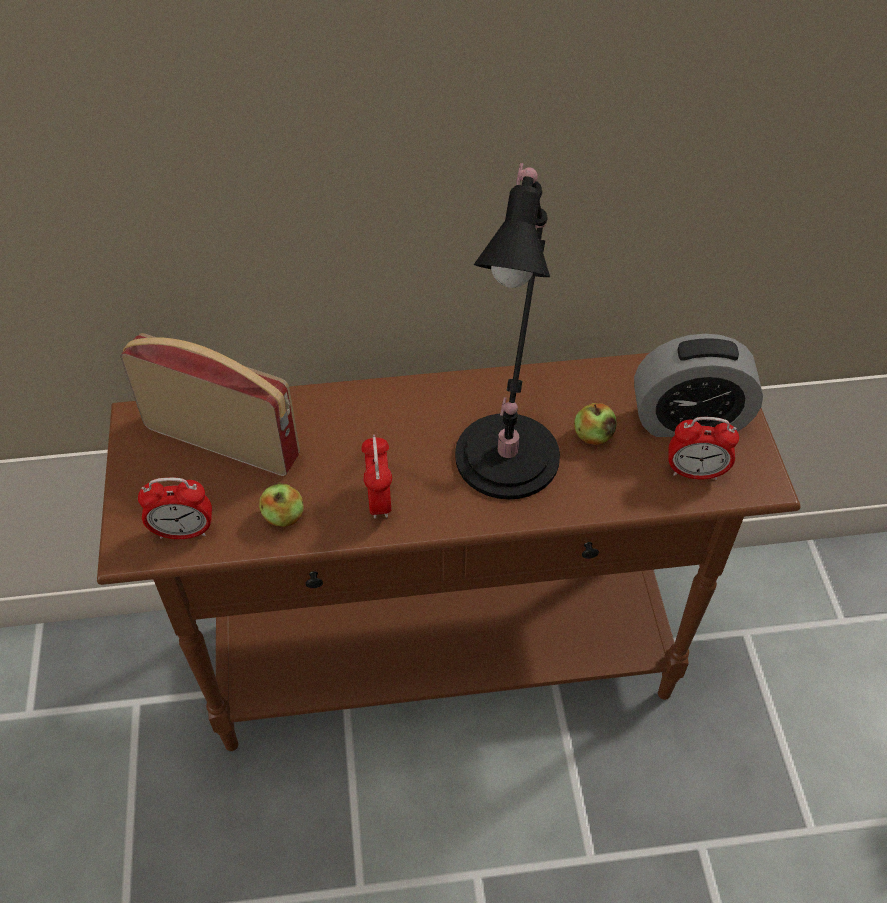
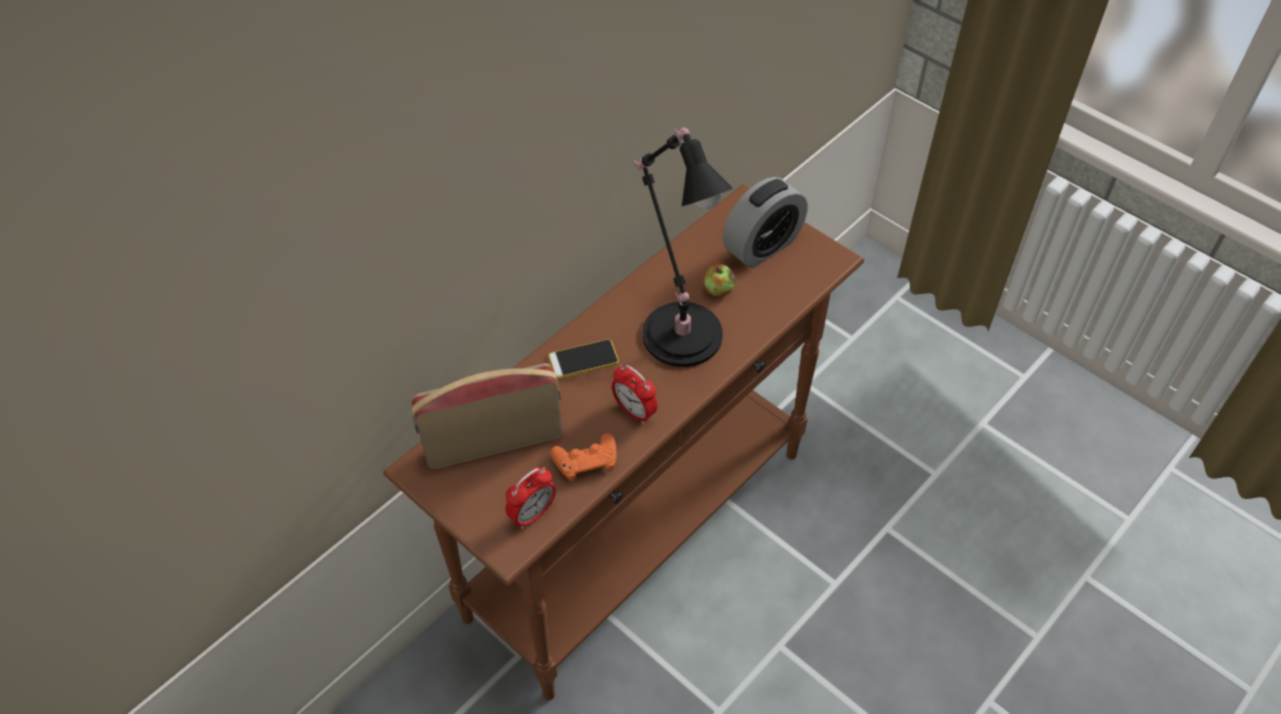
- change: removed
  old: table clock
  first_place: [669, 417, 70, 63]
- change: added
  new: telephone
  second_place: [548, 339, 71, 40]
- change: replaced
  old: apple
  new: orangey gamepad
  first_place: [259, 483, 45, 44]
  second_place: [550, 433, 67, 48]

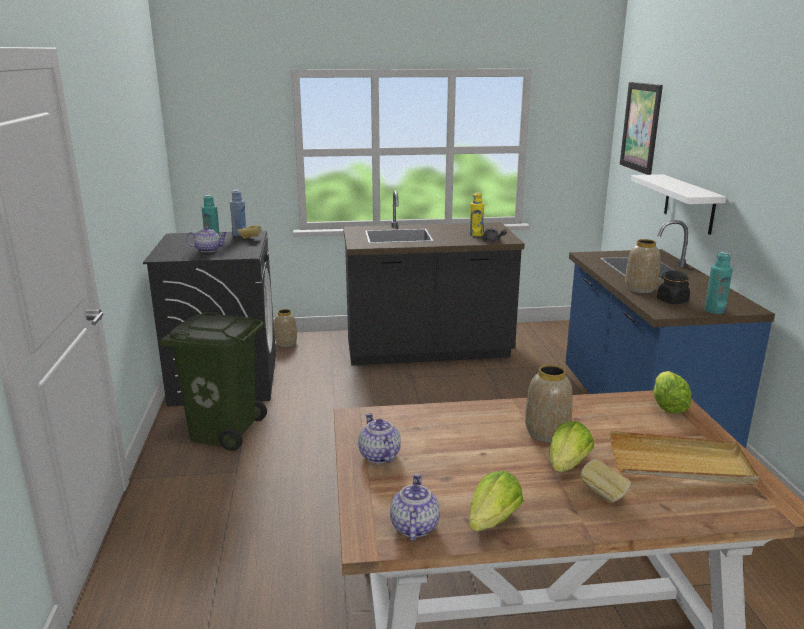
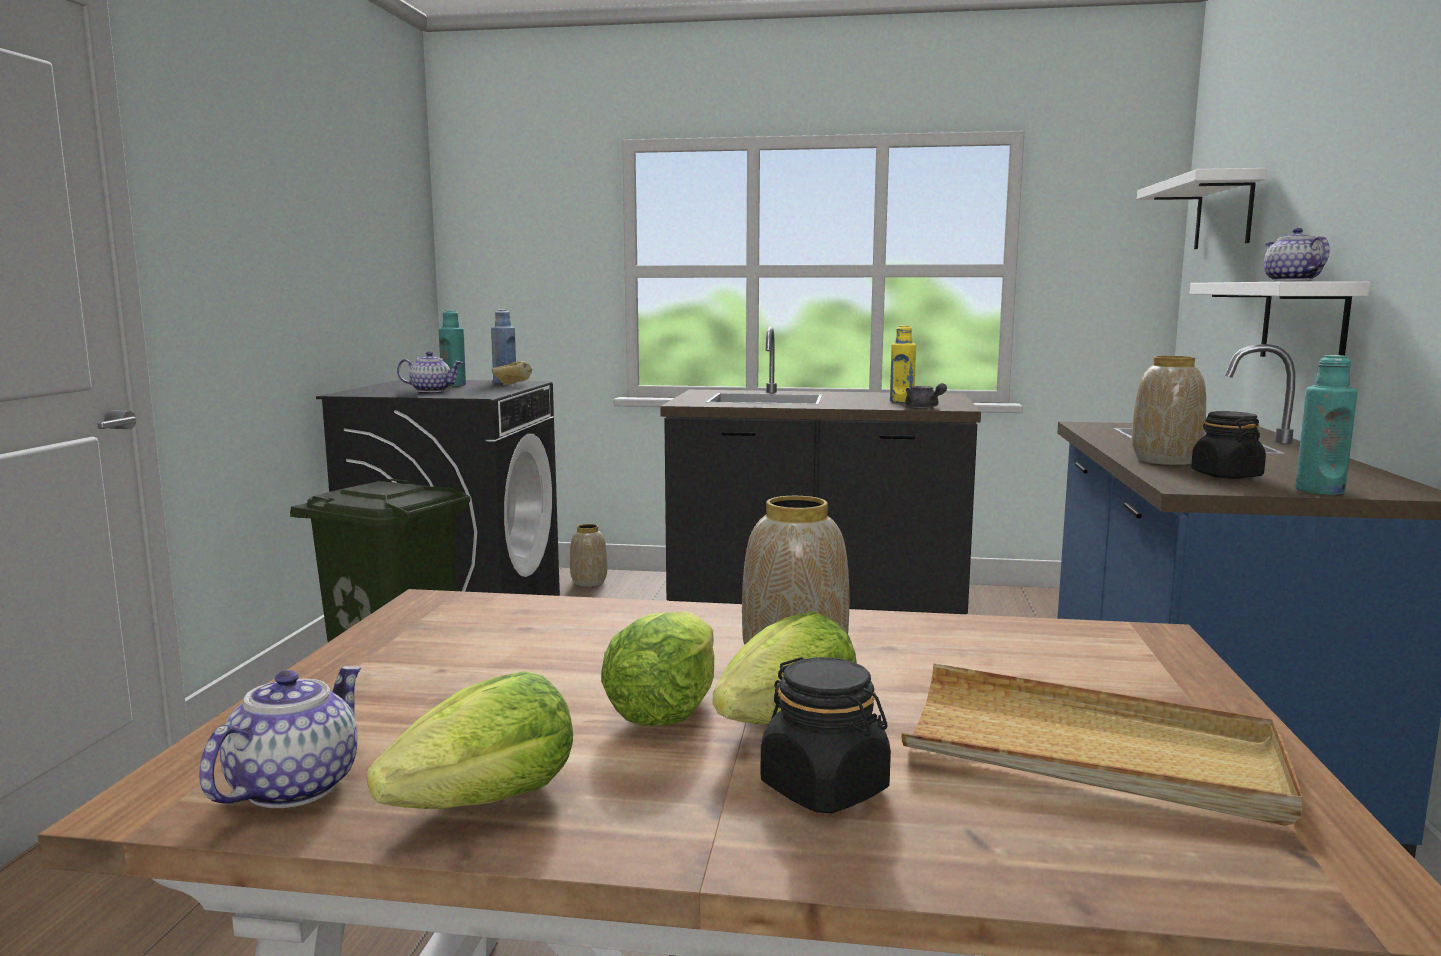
- change: moved
  old: teapot
  first_place: [358, 413, 43, 50]
  second_place: [1264, 228, 66, 53]
- change: moved
  old: lettuce
  first_place: [654, 371, 38, 43]
  second_place: [601, 611, 113, 115]
- change: replaced
  old: bakery bread
  new: blackish storage jar
  first_place: [580, 458, 51, 45]
  second_place: [761, 657, 130, 157]
- change: replaced
  old: picture
  new: white-coloured wall shelf
  first_place: [620, 82, 43, 93]
  second_place: [1137, 168, 130, 81]

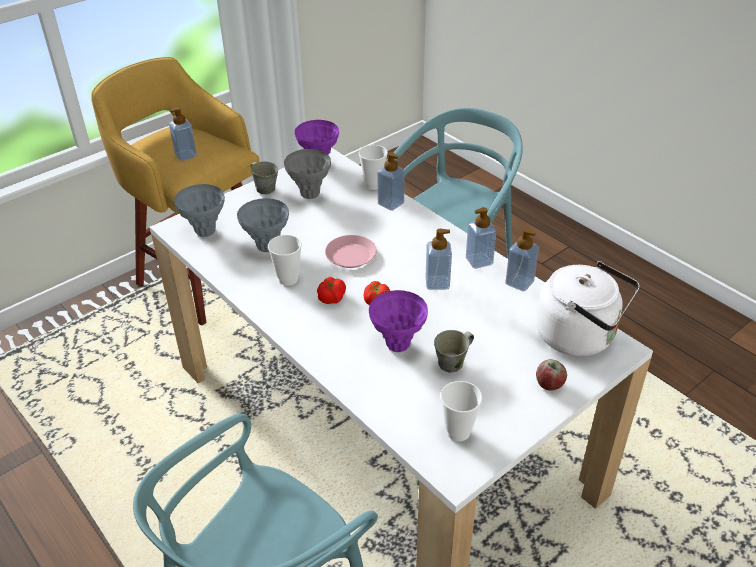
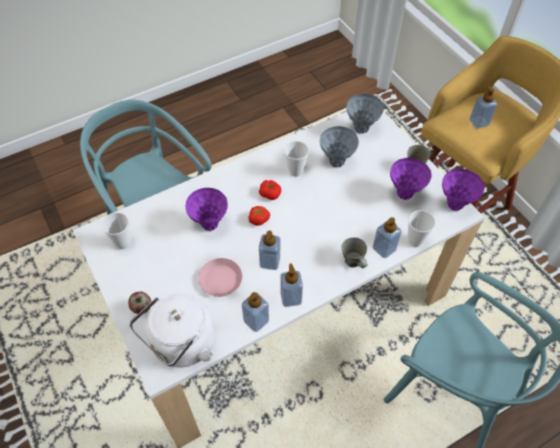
- change: moved
  old: pinkish plate
  first_place: [325, 235, 52, 33]
  second_place: [198, 258, 44, 39]
- change: moved
  old: grey coffee mug
  first_place: [434, 330, 40, 43]
  second_place: [342, 237, 25, 31]
- change: recoloured
  old: grey vase
  new: purple vase
  first_place: [284, 149, 47, 50]
  second_place: [390, 158, 41, 42]

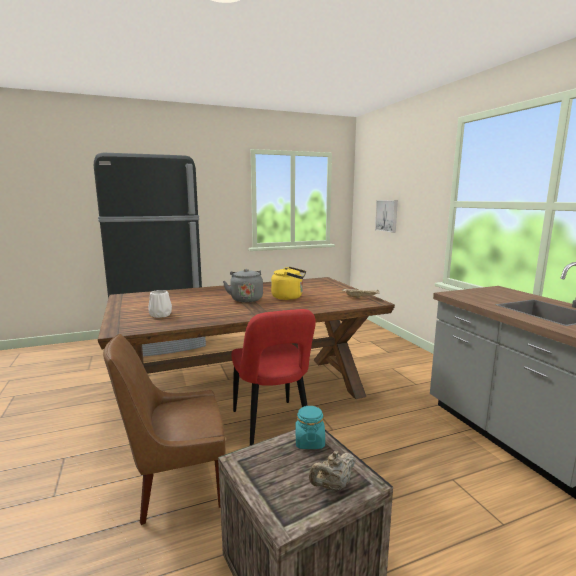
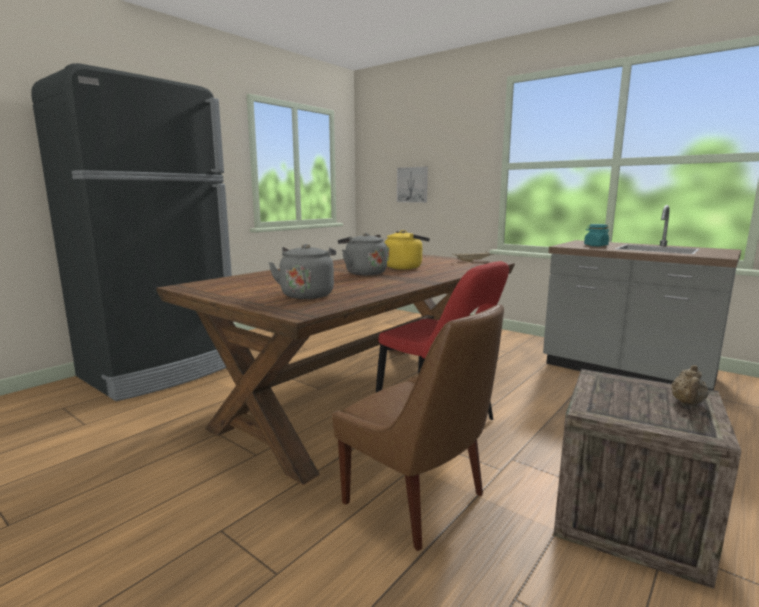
- change: moved
  old: blue-green storage jar
  first_place: [296, 406, 29, 43]
  second_place: [584, 224, 25, 22]
- change: replaced
  old: white-coloured vase
  new: grey tea kettle
  first_place: [148, 290, 24, 28]
  second_place: [268, 244, 68, 55]
- change: turned
  old: brownish upright chair
  first_place: [103, 334, 122, 191]
  second_place: [332, 304, 172, 247]
  degrees: -90

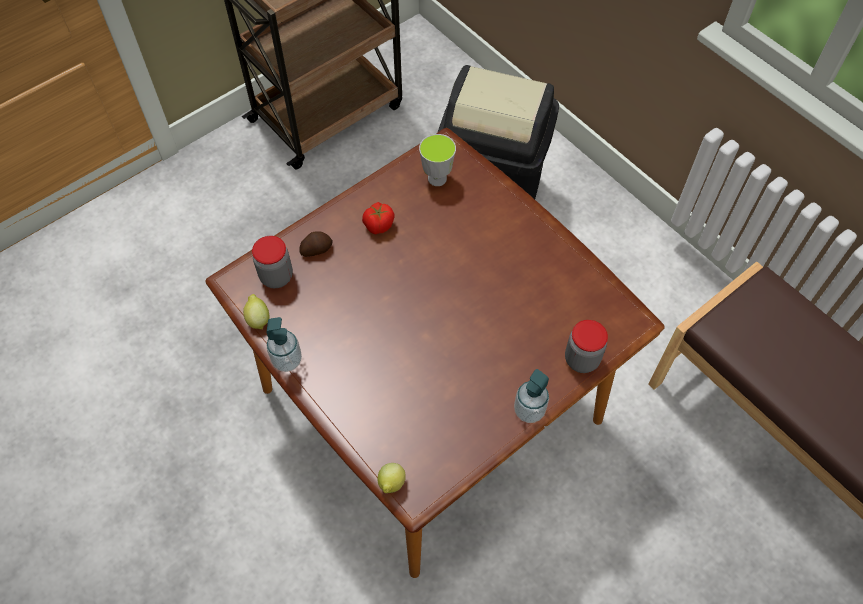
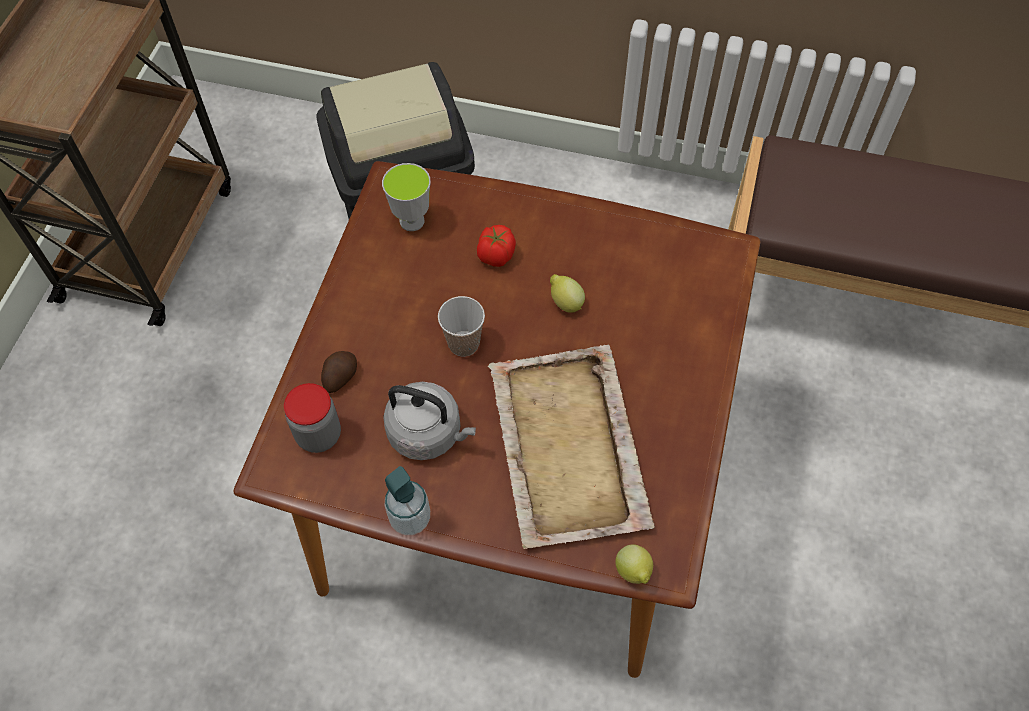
- change: removed
  old: soap dispenser
  first_place: [514, 369, 35, 54]
- change: removed
  old: storage jar
  first_place: [565, 320, 43, 53]
- change: added
  new: grey tea kettle
  second_place: [383, 382, 93, 78]
- change: added
  new: small cup
  second_place: [438, 296, 47, 61]
- change: added
  new: sand-coloured serving tray
  second_place: [488, 345, 167, 204]
- change: moved
  old: whole lemon
  first_place: [243, 294, 26, 36]
  second_place: [550, 274, 35, 39]
- change: moved
  old: whole tomato
  first_place: [362, 202, 33, 32]
  second_place: [477, 225, 39, 42]

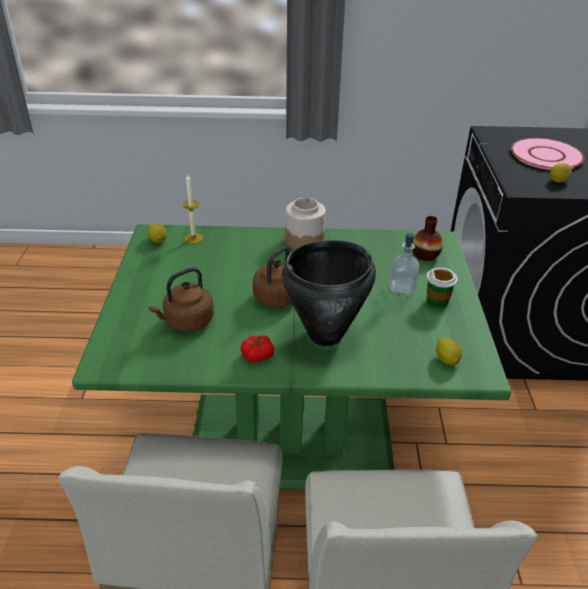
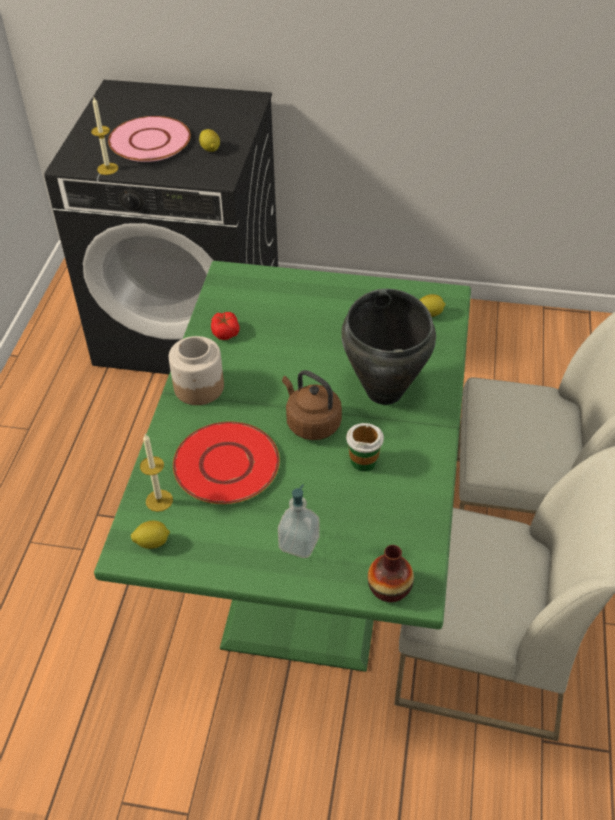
- change: removed
  old: brownish tea kettle
  first_place: [149, 267, 65, 65]
- change: added
  new: wax light
  second_place: [91, 97, 27, 78]
- change: added
  new: red-coloured plate
  second_place: [173, 421, 107, 83]
- change: moved
  old: whole tomato
  first_place: [241, 335, 33, 28]
  second_place: [211, 312, 28, 28]
- change: moved
  old: soap dispenser
  first_place: [389, 233, 32, 61]
  second_place: [278, 484, 42, 74]
- change: moved
  old: vase
  first_place: [412, 216, 31, 45]
  second_place: [368, 545, 46, 57]
- change: moved
  old: small cup
  first_place: [427, 267, 31, 41]
  second_place: [346, 423, 38, 49]

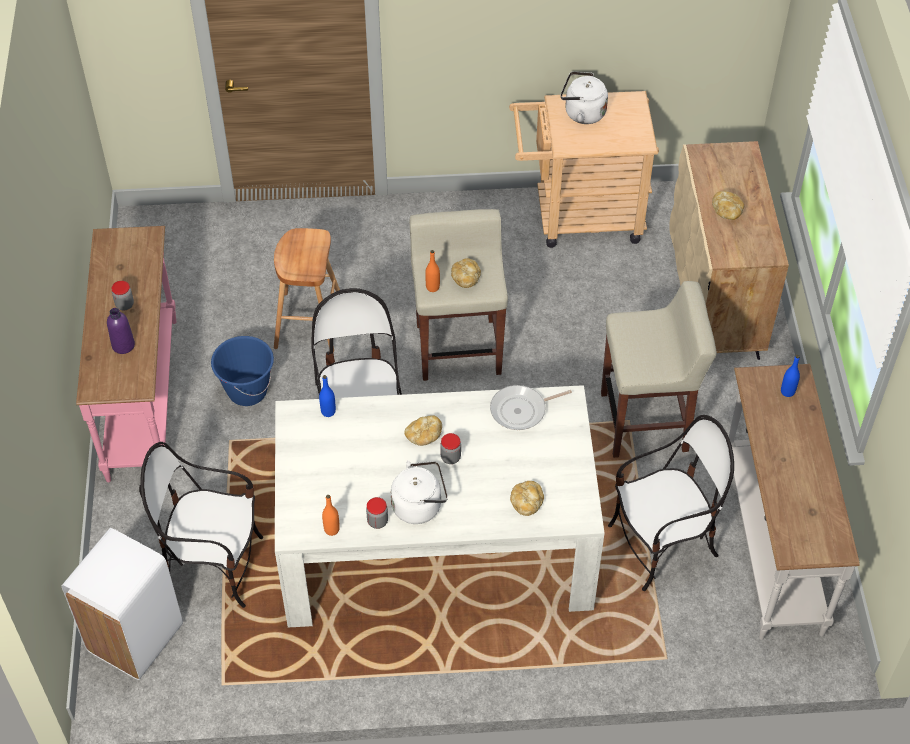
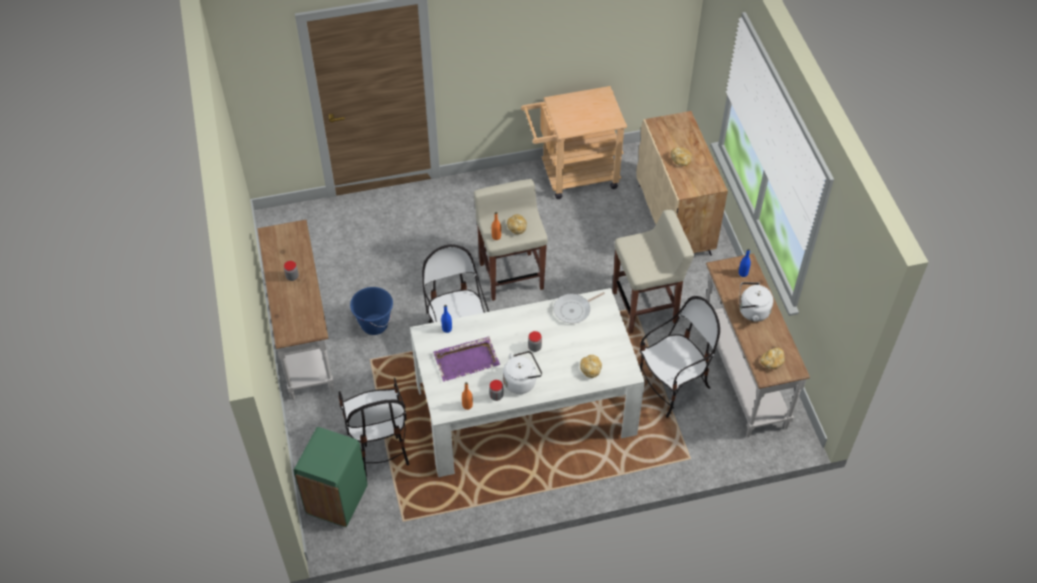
- change: removed
  old: purple bottle
  first_place: [107, 308, 28, 46]
- change: removed
  old: brownish stool seat
  first_place: [274, 228, 66, 124]
- change: added
  new: purple serving tray
  second_place: [433, 337, 67, 45]
- change: moved
  old: bakery bread
  first_place: [404, 415, 38, 31]
  second_place: [760, 348, 25, 21]
- change: moved
  old: white-coloured tea kettle
  first_place: [560, 71, 48, 53]
  second_place: [739, 282, 34, 40]
- change: recoloured
  old: white-coloured trash can
  new: green-coloured trash can
  first_place: [62, 528, 121, 152]
  second_place: [294, 427, 74, 100]
- change: recoloured
  old: pinkish hall table
  new: white-coloured hall table
  first_place: [76, 226, 100, 256]
  second_place: [257, 220, 77, 180]
- change: turned
  old: upright chair
  first_place: [139, 442, 124, 166]
  second_place: [339, 378, 70, 99]
  degrees: -105

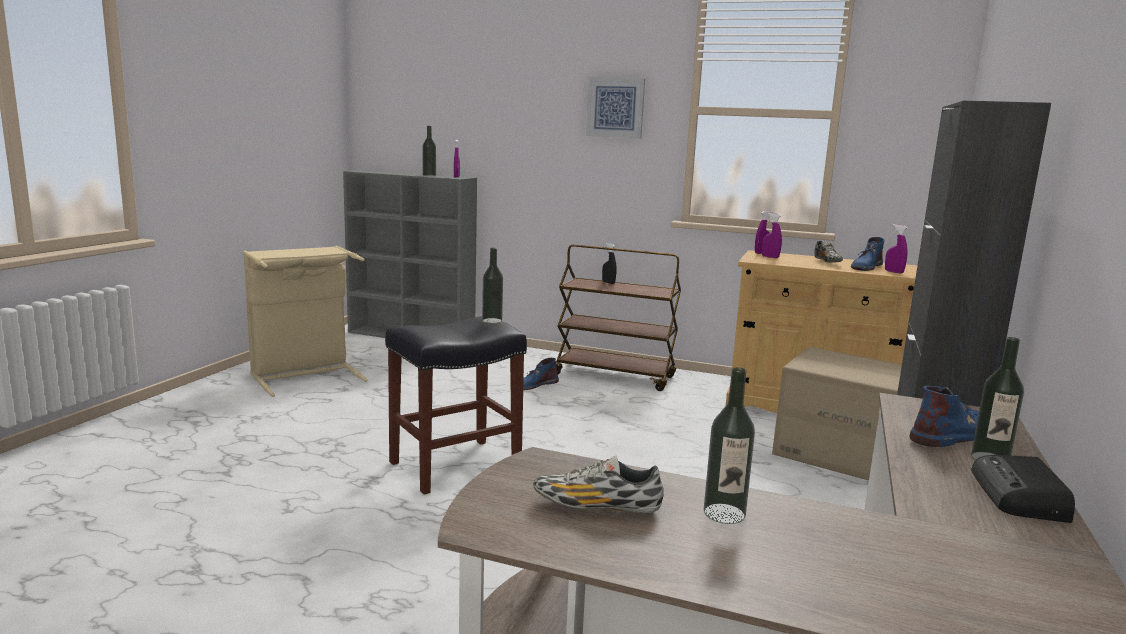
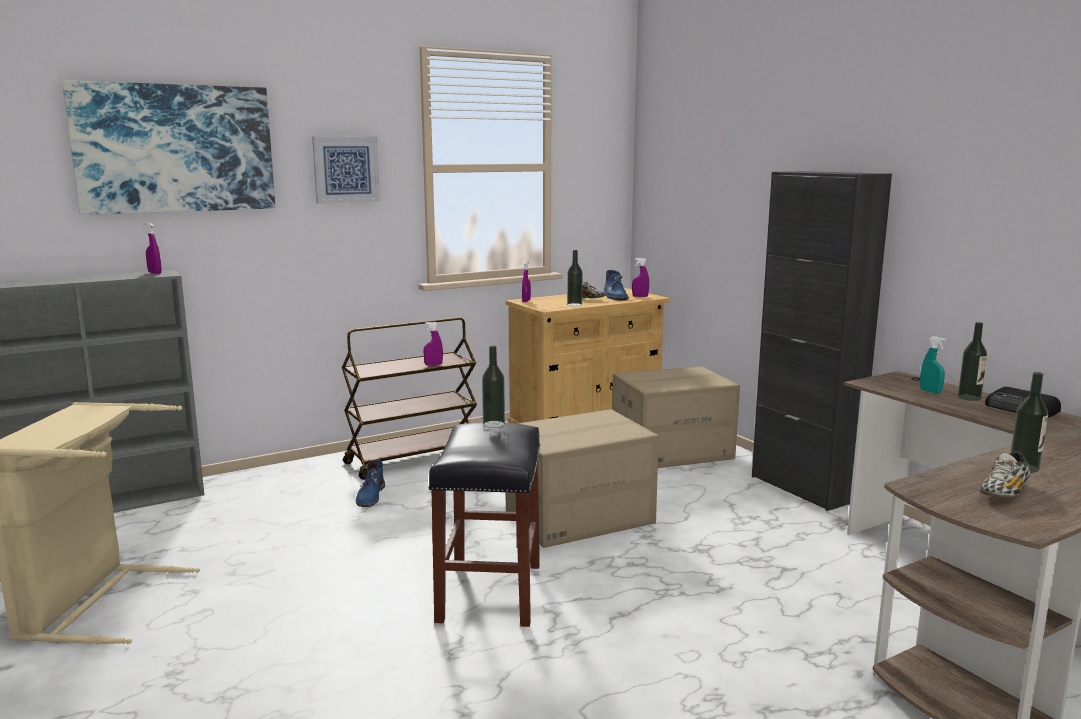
- change: removed
  old: blackish sprayer
  first_place: [602, 243, 14, 41]
- change: added
  new: picture
  second_place: [62, 80, 213, 135]
- change: added
  new: carton
  second_place: [505, 409, 154, 139]
- change: moved
  old: bottle
  first_place: [422, 126, 14, 50]
  second_place: [567, 250, 16, 56]
- change: moved
  old: purple sprayer
  first_place: [762, 213, 20, 45]
  second_place: [423, 322, 20, 44]
- change: replaced
  old: bluish high-top boot
  new: blue-green sprayer
  first_place: [909, 386, 70, 61]
  second_place: [920, 336, 26, 58]

